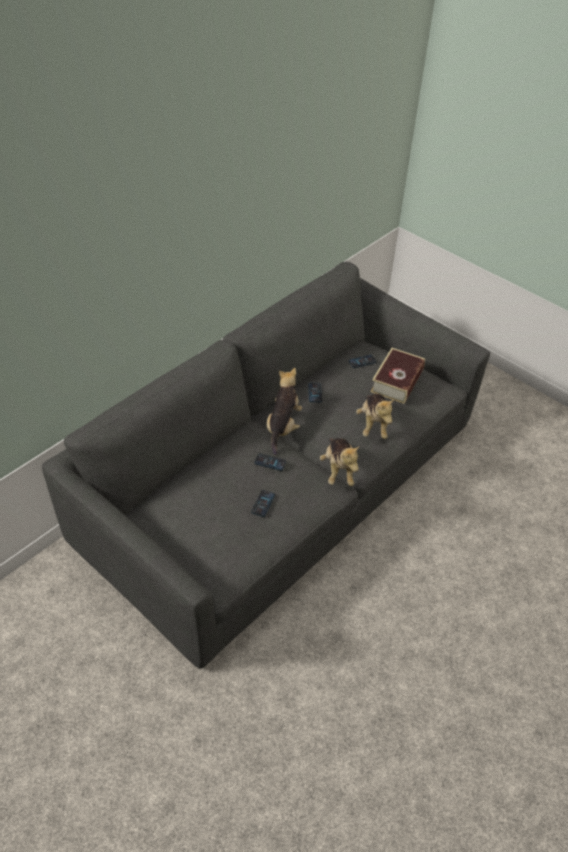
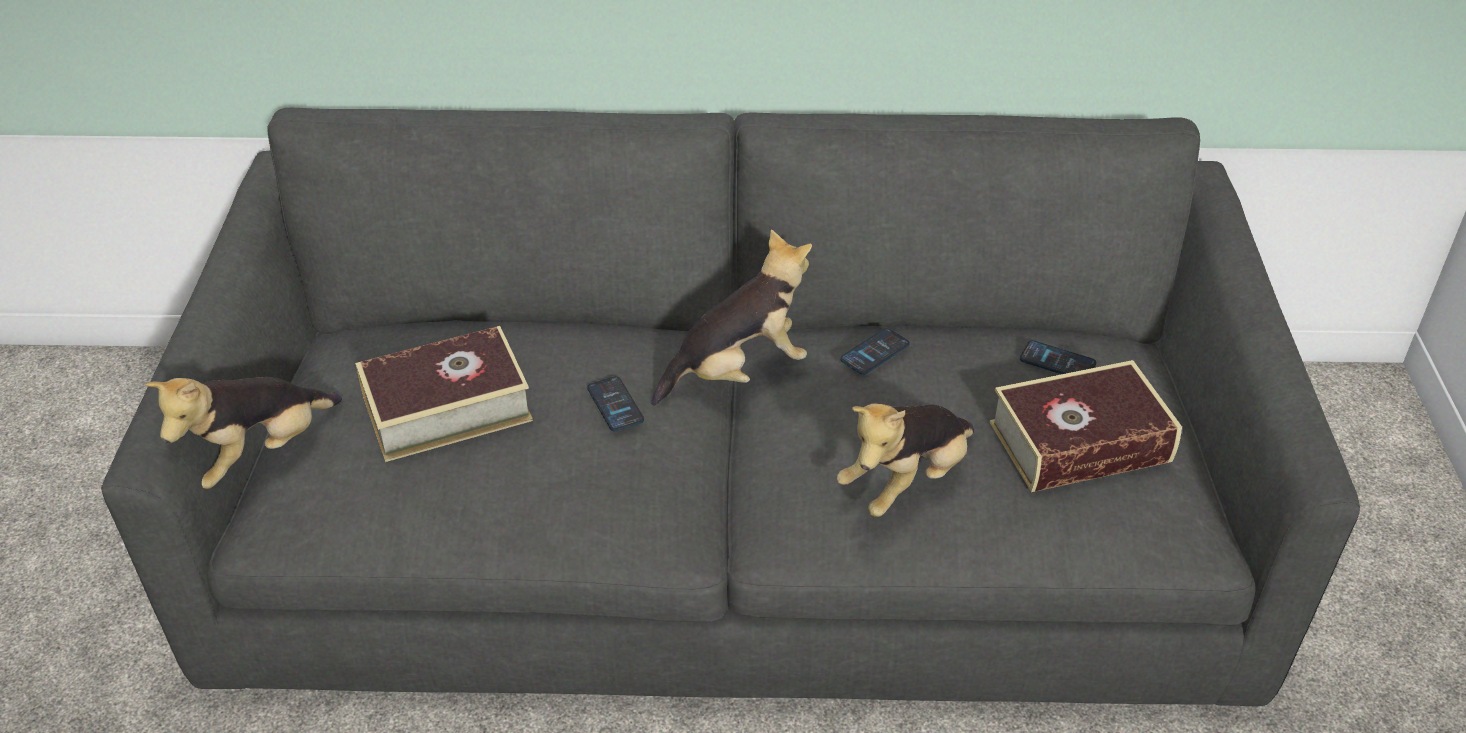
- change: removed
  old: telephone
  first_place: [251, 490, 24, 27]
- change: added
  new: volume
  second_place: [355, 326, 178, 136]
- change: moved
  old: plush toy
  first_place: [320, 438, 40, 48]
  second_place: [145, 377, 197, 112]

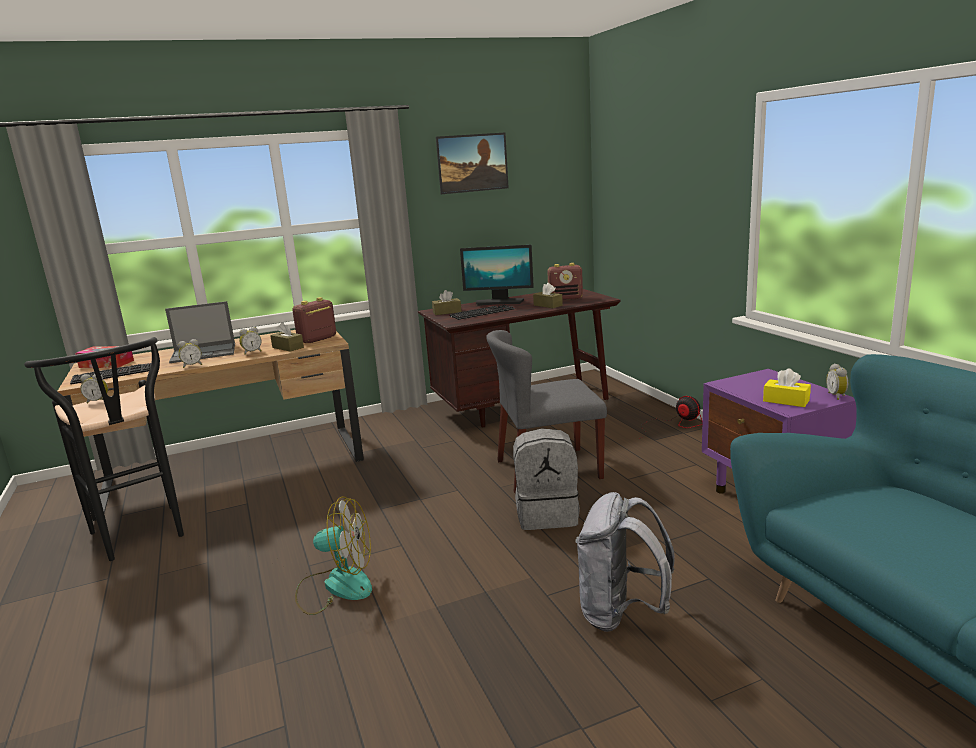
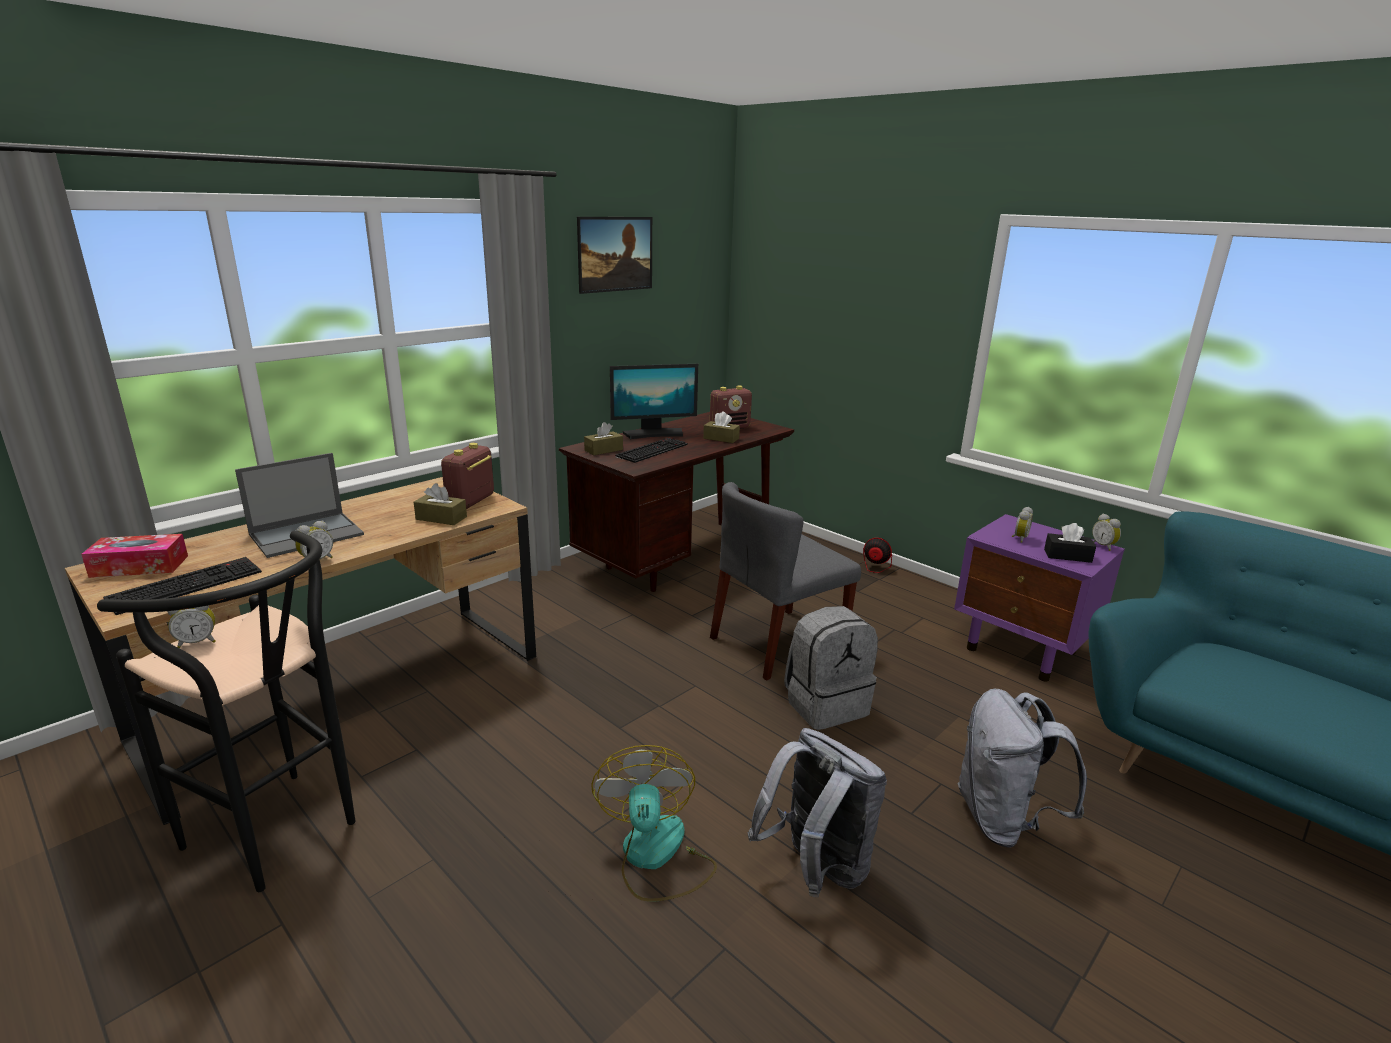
- change: added
  new: grey backpack
  second_place: [747, 728, 140, 169]
- change: moved
  old: table clock
  first_place: [239, 327, 23, 28]
  second_place: [1012, 507, 21, 36]
- change: recoloured
  old: yellow box of tissues
  new: blackish box of tissues
  first_place: [763, 368, 48, 39]
  second_place: [1044, 523, 52, 40]
- change: turned
  old: fan
  first_place: [295, 496, 77, 119]
  second_place: [591, 745, 126, 156]
  degrees: -75

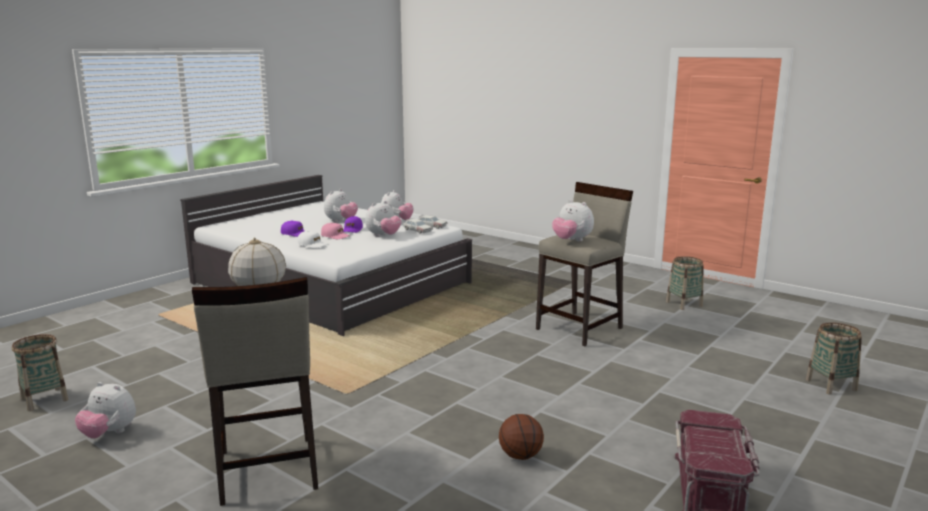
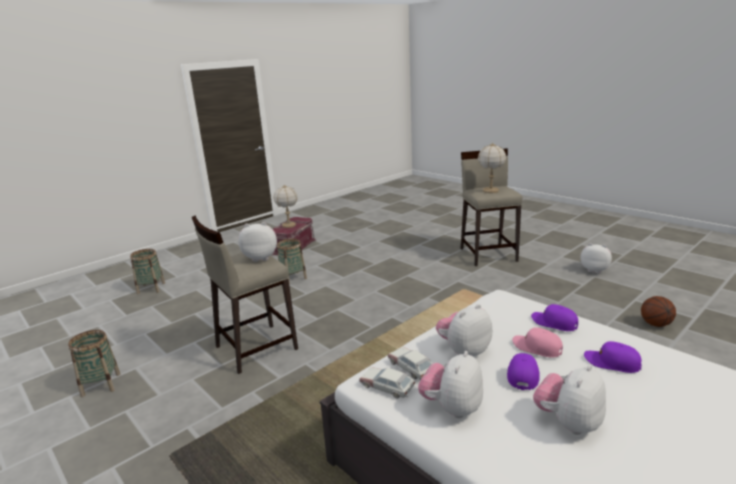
- change: added
  new: lamp for a table
  second_place: [274, 185, 24, 43]
- change: moved
  old: storage basket
  first_place: [12, 334, 57, 77]
  second_place: [277, 239, 30, 45]
- change: moved
  old: ball for basketball
  first_place: [499, 414, 45, 46]
  second_place: [641, 296, 35, 31]
- change: recoloured
  old: white-coloured peaked cap
  new: purple peaked cap
  first_place: [298, 231, 29, 17]
  second_place: [531, 304, 47, 27]
- change: turned
  old: plush toy
  first_place: [552, 200, 42, 41]
  second_place: [238, 222, 39, 40]
  degrees: -60

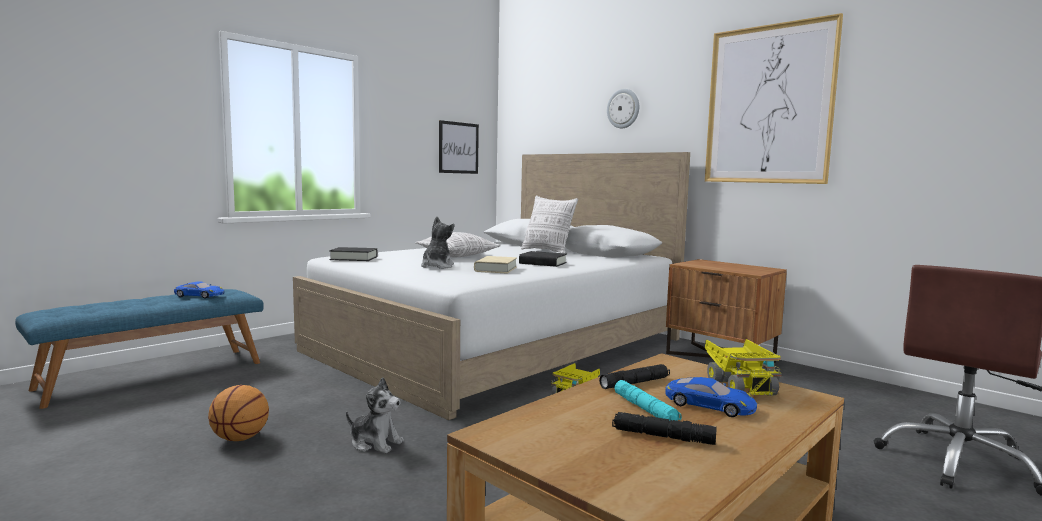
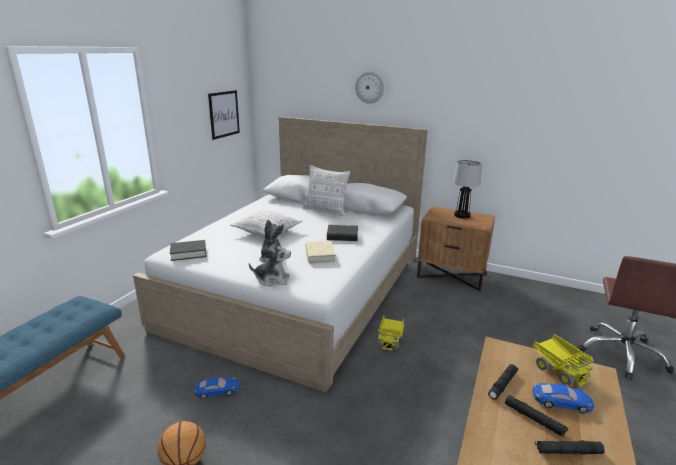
- change: removed
  old: picture
  first_place: [705, 13, 138, 171]
- change: added
  new: lamp for a table
  second_place: [453, 160, 29, 59]
- change: moved
  old: bluish miniature car
  first_place: [174, 282, 50, 16]
  second_place: [194, 376, 45, 23]
- change: moved
  old: plush toy
  first_place: [346, 377, 58, 76]
  second_place: [249, 239, 42, 48]
- change: recoloured
  old: blue-green torch
  new: blackish torch
  first_place: [614, 380, 68, 41]
  second_place: [505, 395, 63, 42]

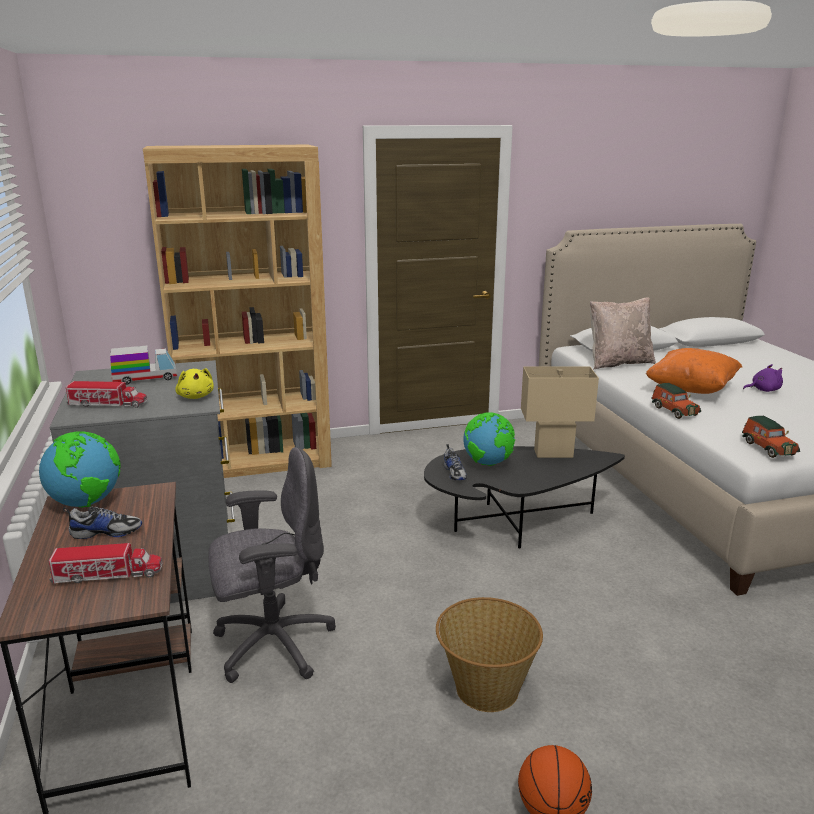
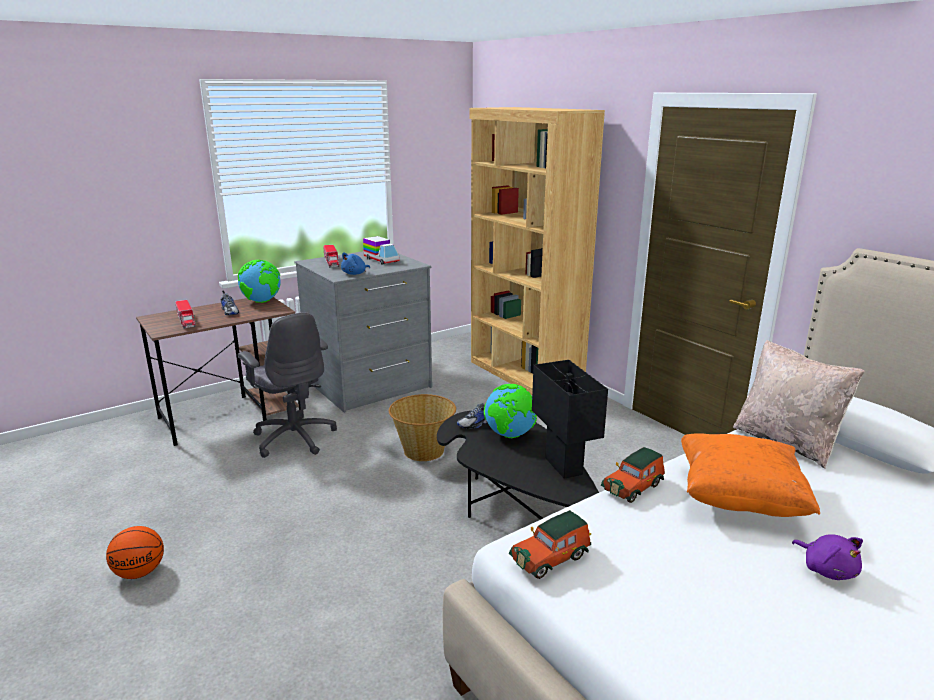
- change: moved
  old: storage basket
  first_place: [436, 597, 107, 115]
  second_place: [389, 394, 67, 67]
- change: recoloured
  old: yellow plush toy
  new: bluish plush toy
  first_place: [175, 368, 39, 31]
  second_place: [341, 253, 29, 22]
- change: recoloured
  old: sand-coloured lamp for a table
  new: blackish lamp for a table
  first_place: [521, 366, 78, 92]
  second_place: [532, 360, 76, 119]

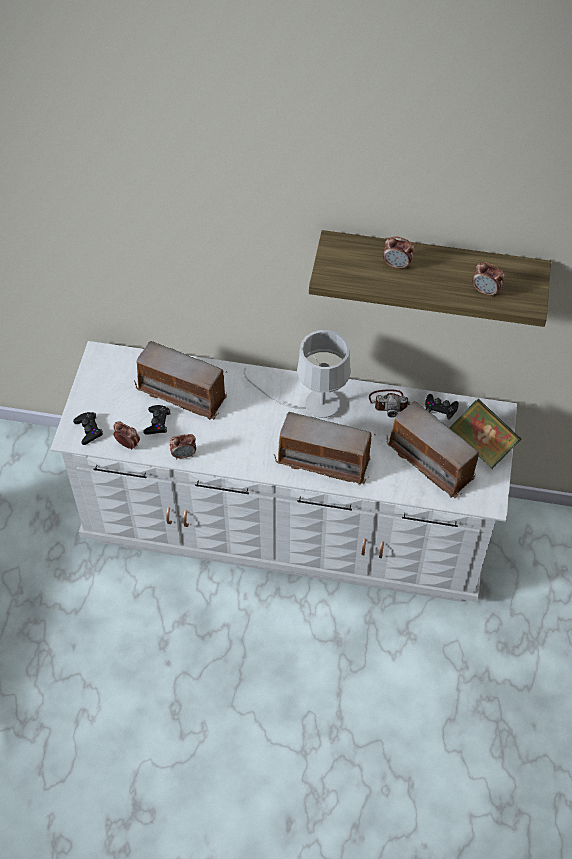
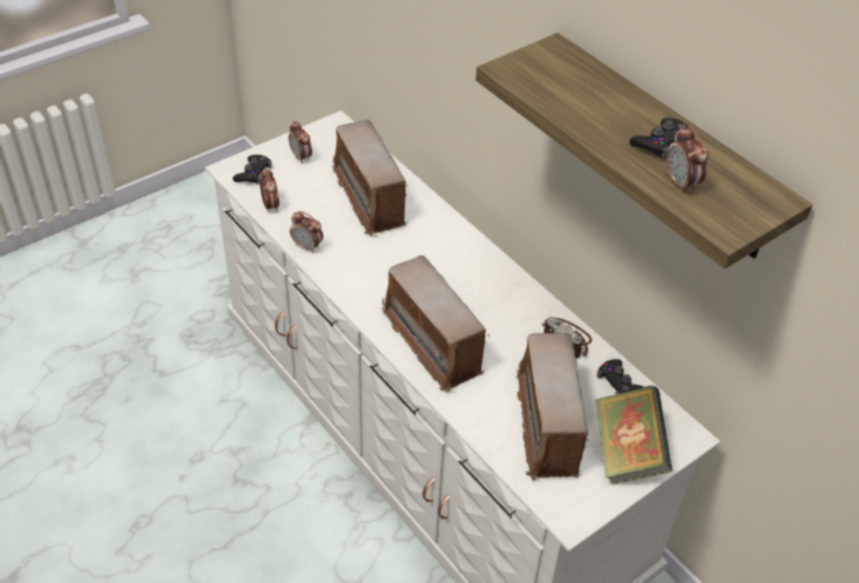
- change: removed
  old: white-coloured lamp for a table
  first_place: [244, 330, 107, 88]
- change: moved
  old: blackish gamepad
  first_place: [143, 405, 28, 30]
  second_place: [630, 118, 64, 41]
- change: moved
  old: table clock
  first_place: [383, 237, 31, 33]
  second_place: [288, 121, 24, 43]

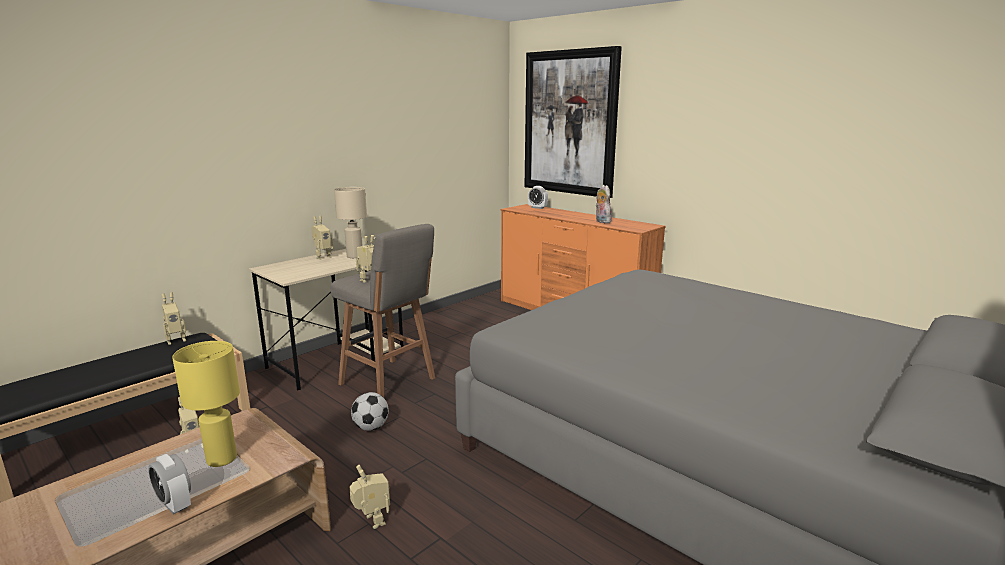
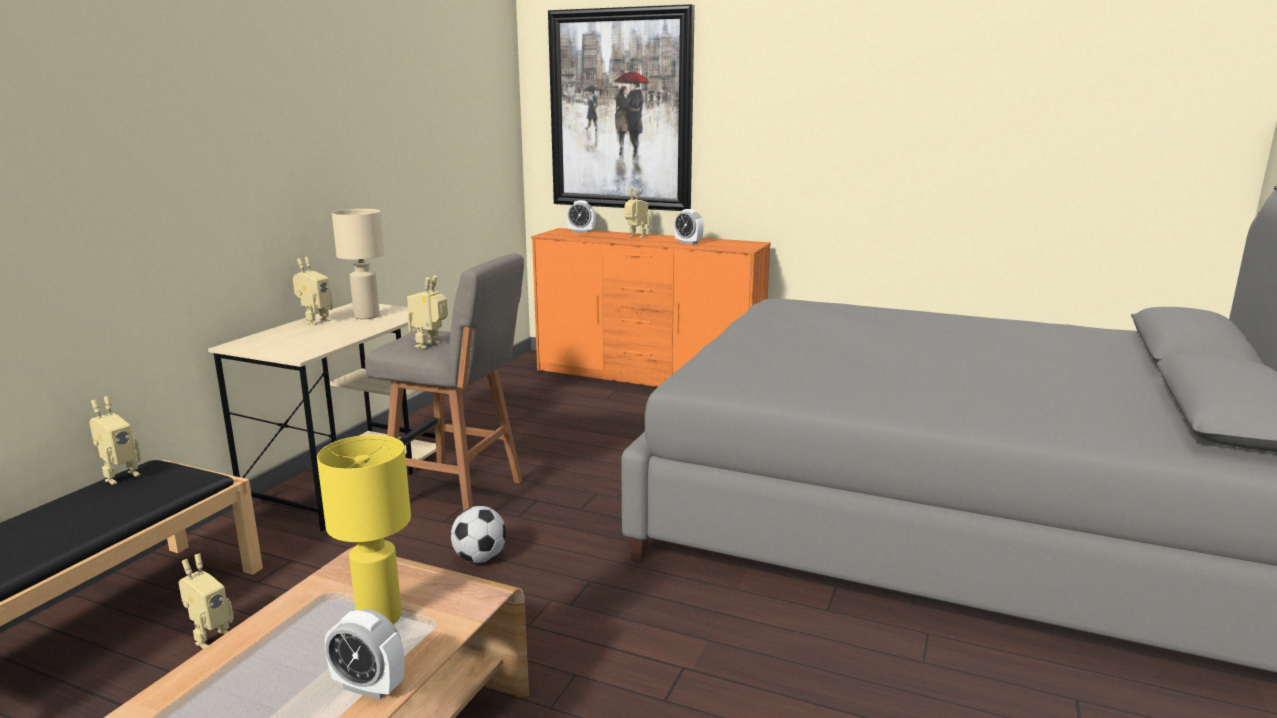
- change: moved
  old: model robot
  first_place: [349, 465, 41, 64]
  second_place: [625, 189, 25, 49]
- change: replaced
  old: plush toy
  new: table clock
  first_place: [596, 185, 16, 38]
  second_place: [674, 209, 30, 36]

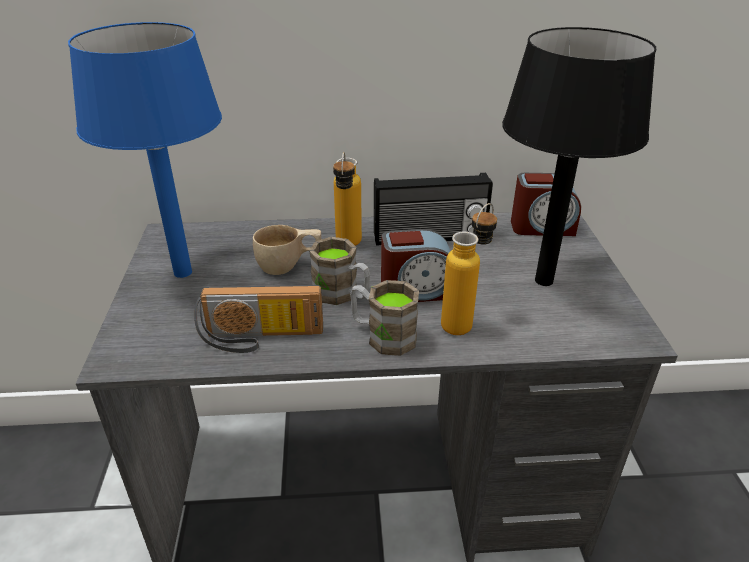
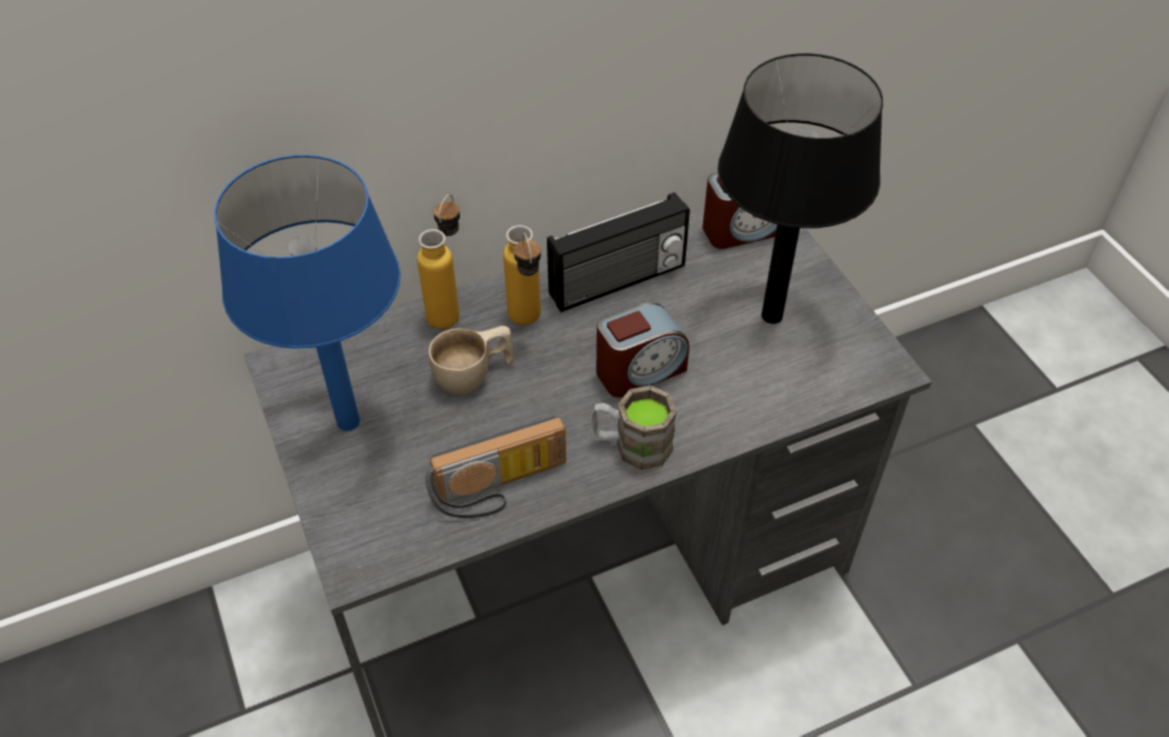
- change: removed
  old: brownish coffee mug
  first_place: [309, 237, 61, 68]
- change: moved
  old: bottle
  first_place: [441, 203, 56, 132]
  second_place: [417, 194, 43, 135]

